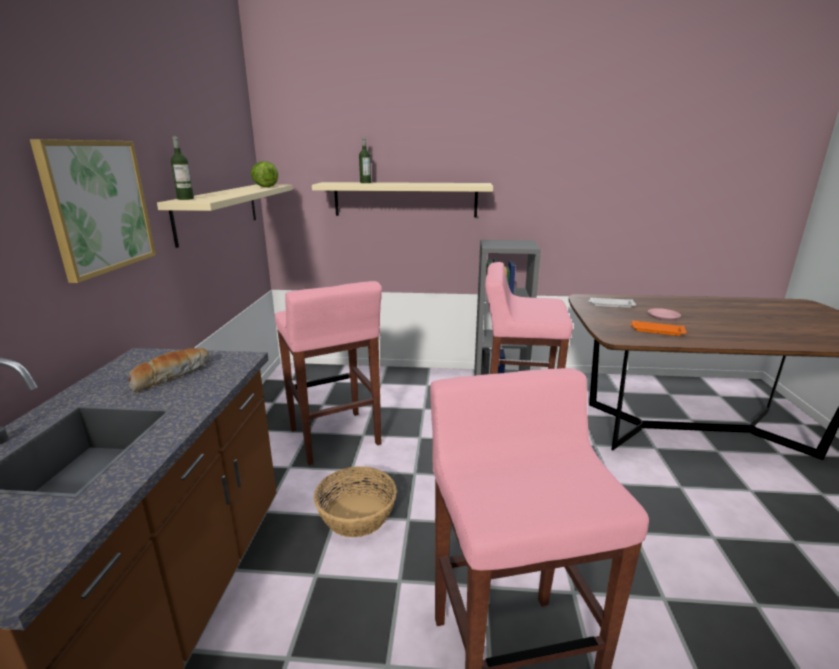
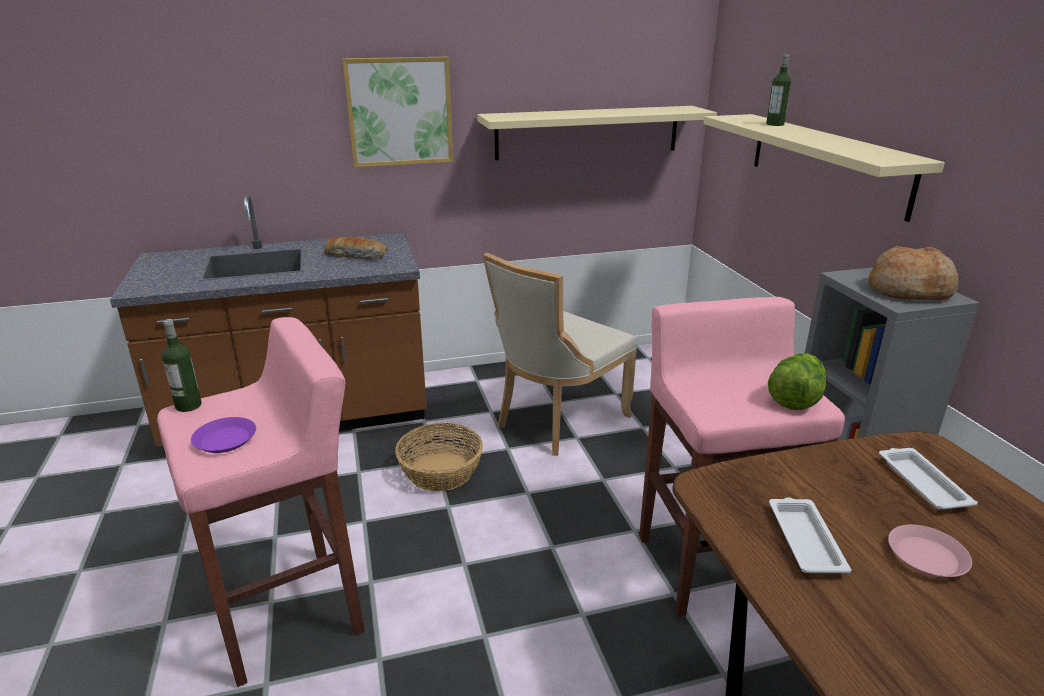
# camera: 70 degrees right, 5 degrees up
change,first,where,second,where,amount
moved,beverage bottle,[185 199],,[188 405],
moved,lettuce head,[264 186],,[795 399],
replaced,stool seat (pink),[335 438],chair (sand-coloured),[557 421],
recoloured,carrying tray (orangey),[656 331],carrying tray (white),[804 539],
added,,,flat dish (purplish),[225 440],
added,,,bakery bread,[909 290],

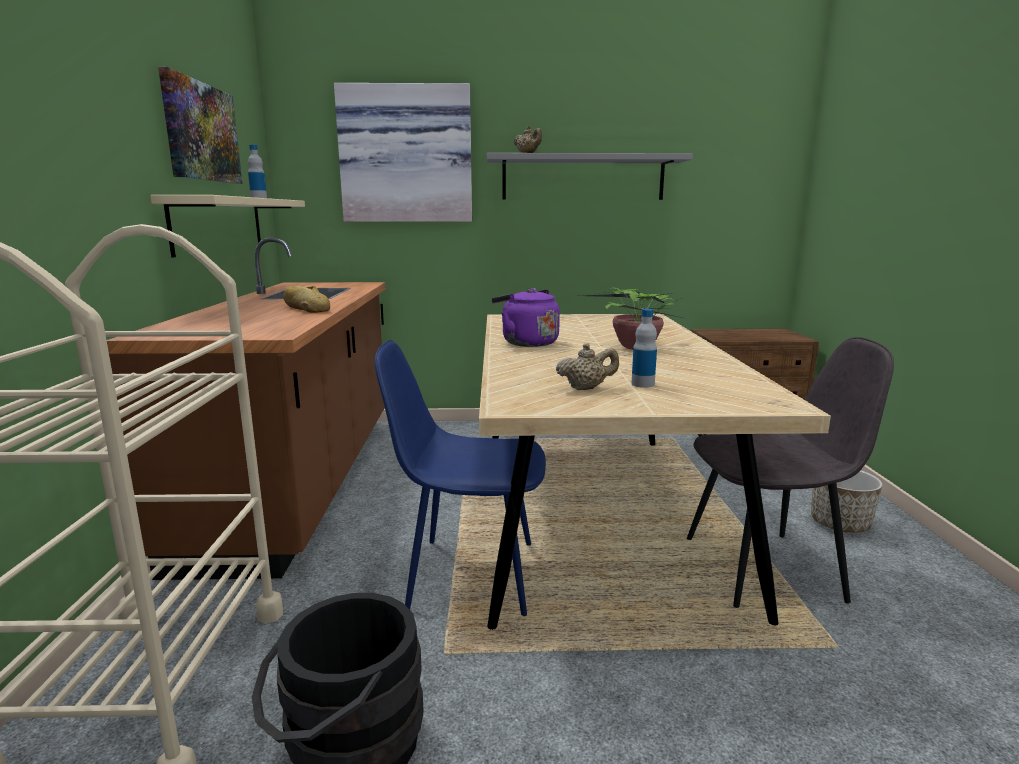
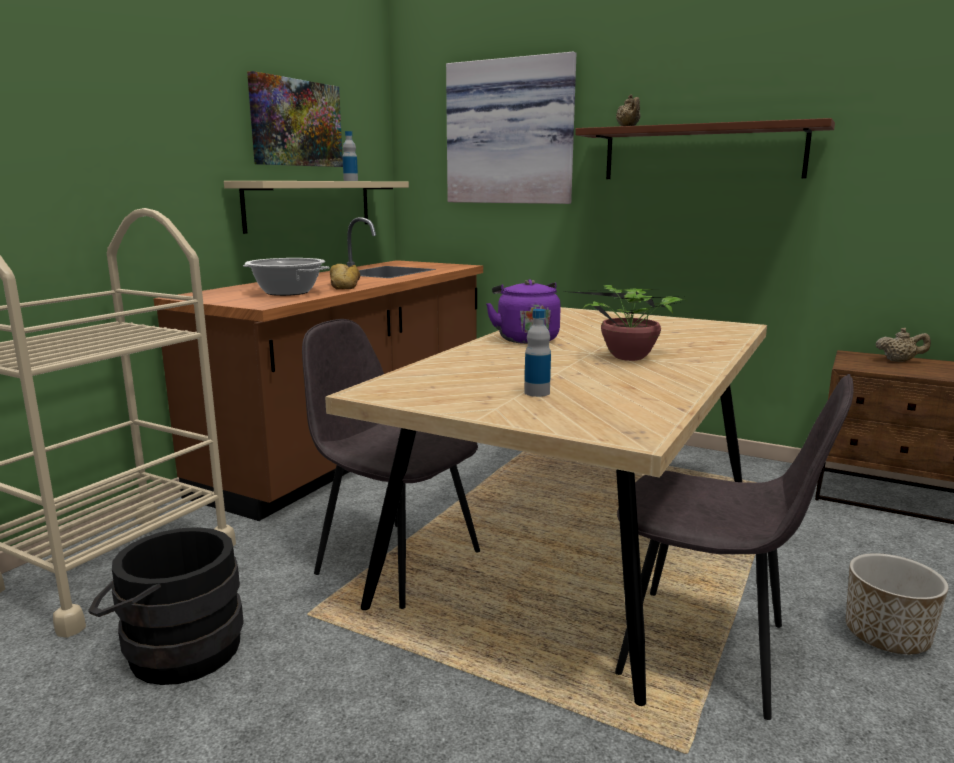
# camera: 30 degrees right, 0 degrees up
change,first,where,second,where,amount
recoloured,chair (bluish),[468 575],chair (gray),[395 561],
recoloured,shelf (gray),[583 178],shelf (brown),[702 153],
moved,pot for tea (sand-coloured),[586 388],,[899 361],
added,,,saucepot,[288 292],

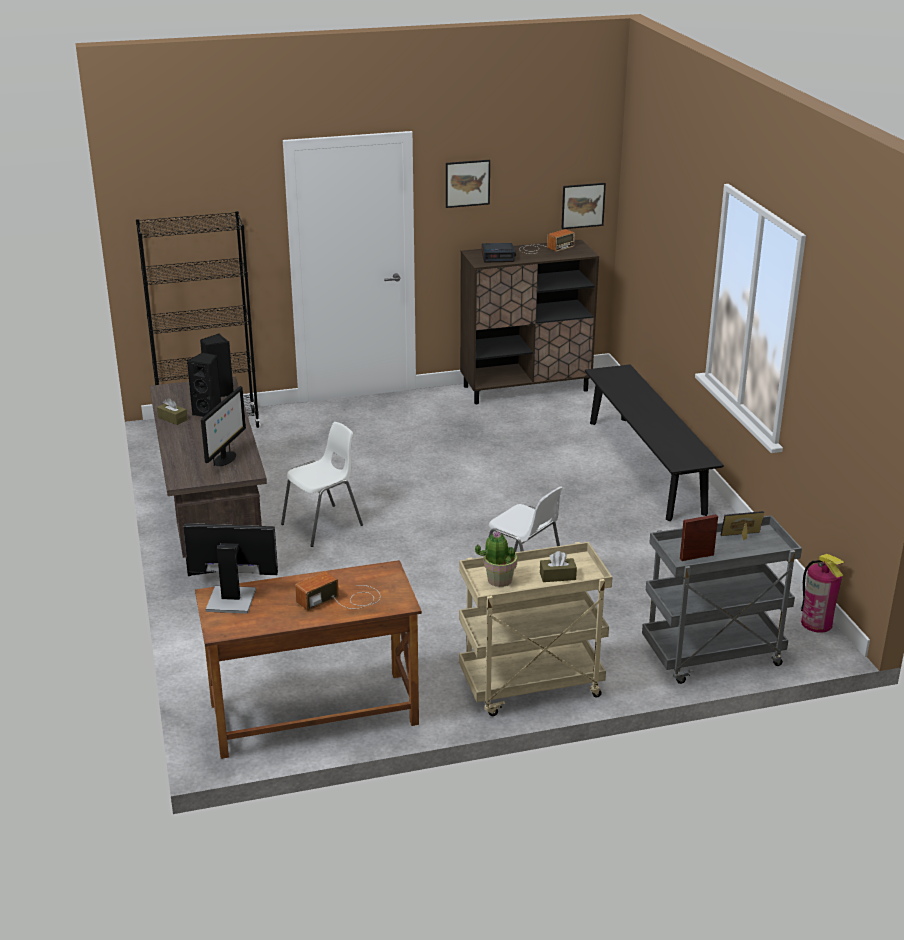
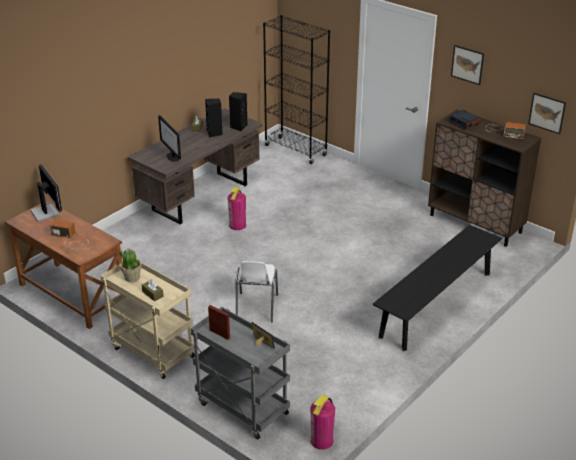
# camera: 55 degrees right, 5 degrees up
change,first,where,second,where,amount
turned,monitor,[225 459],,[172 157],75 degrees clockwise
replaced,chair (white),[323 525],fire-fighting cylinder,[237 225],

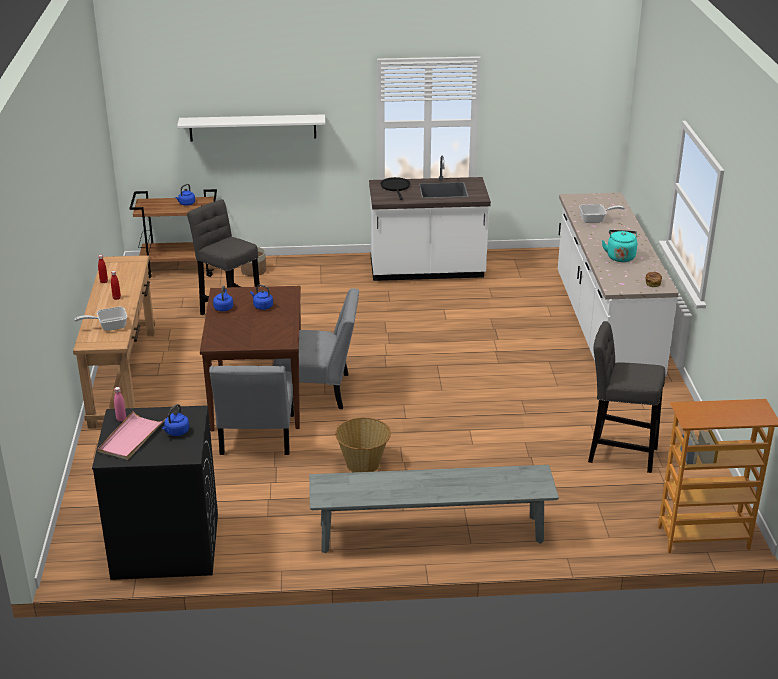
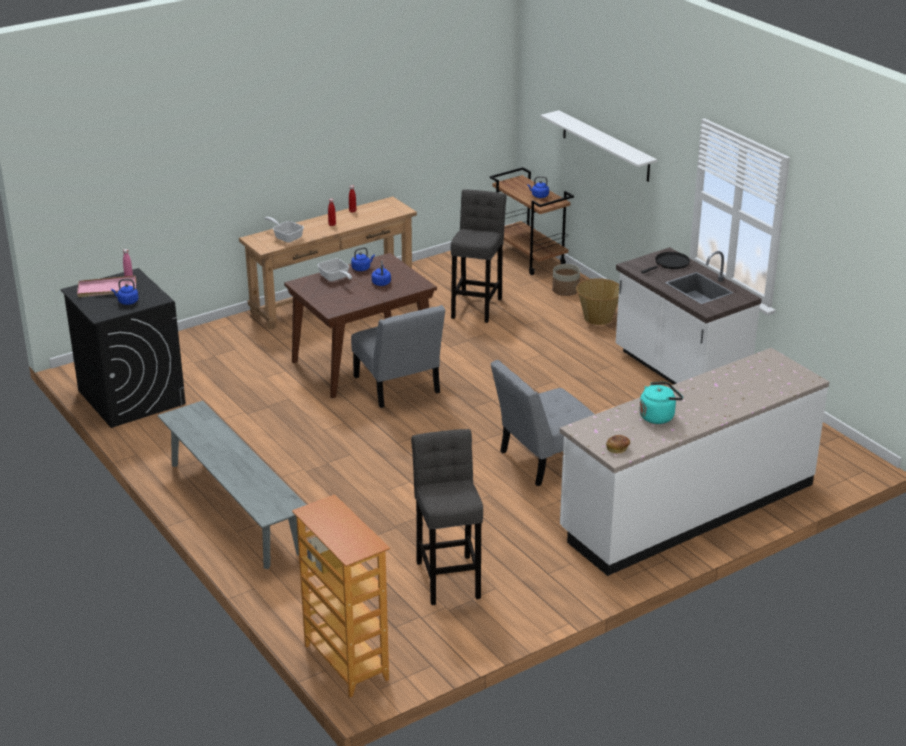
# camera: 60 degrees right, 0 degrees up
change,first,where,second,where,amount
moved,chair (gray),[256 438],,[543 460],
moved,storage basket,[363 464],,[598 318],
moved,pan,[595 220],,[335 278],

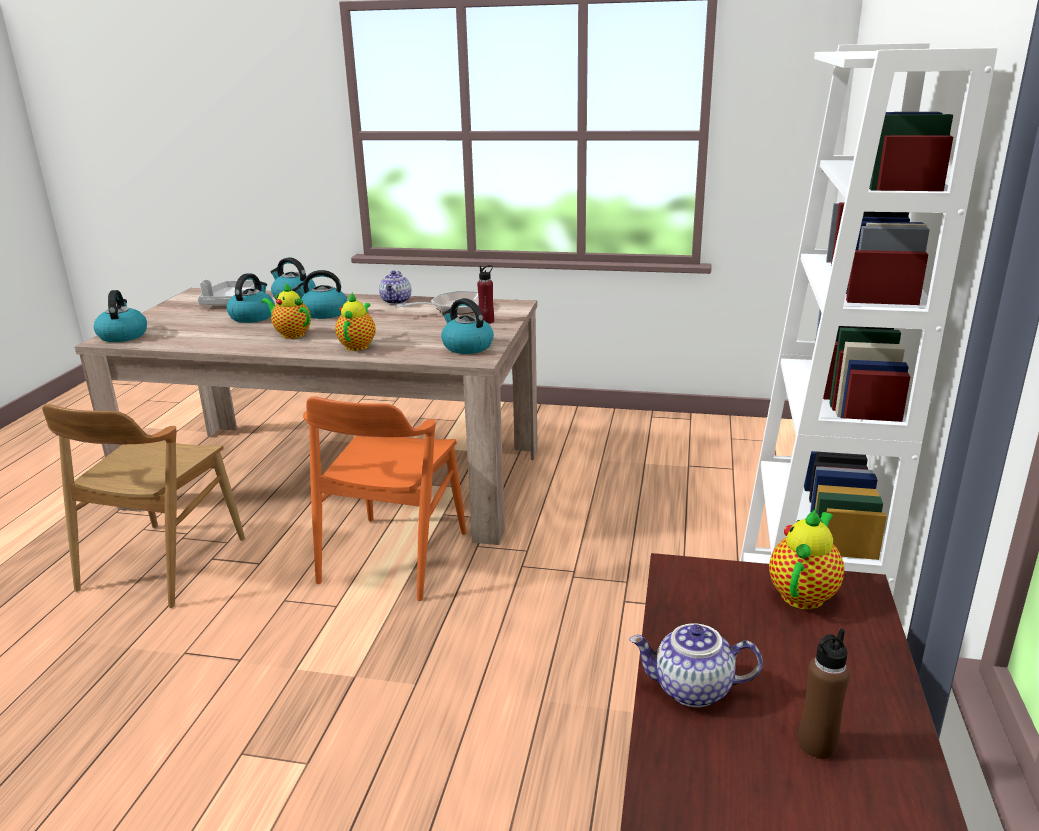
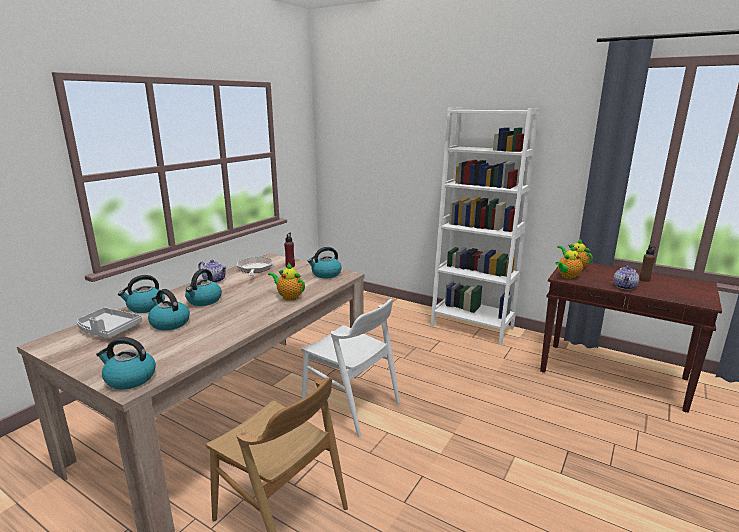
# camera: 70 degrees left, 5 degrees down
change,first,where,second,where,amount
moved,pot for tea,[291 334],,[567 276],
recoloured,chair (orangey),[393 557],chair (white),[351 405],

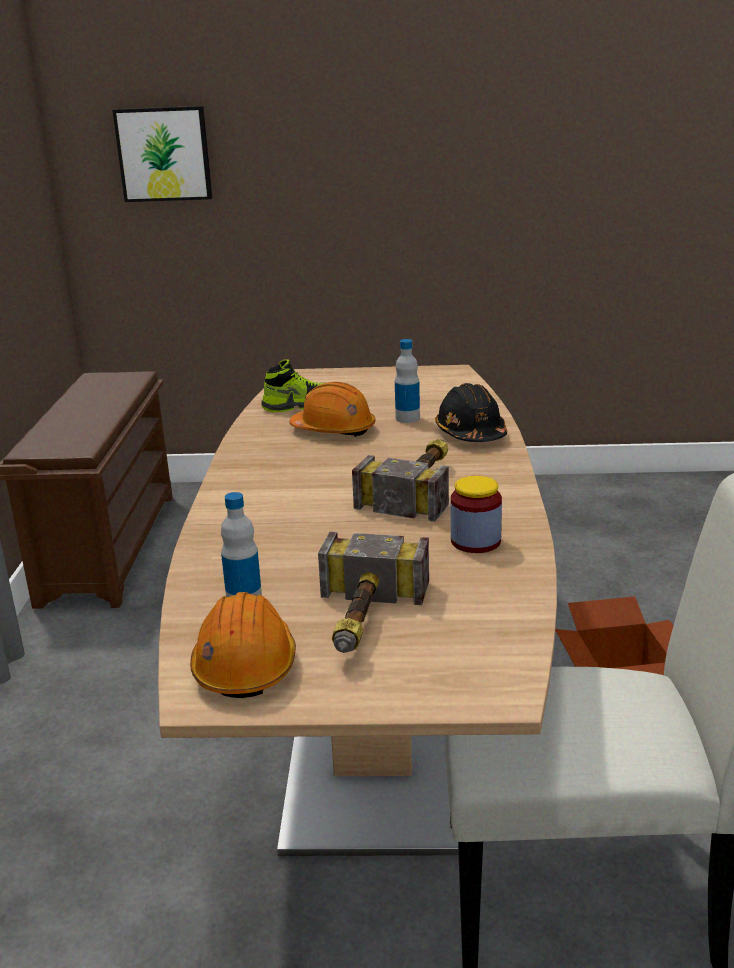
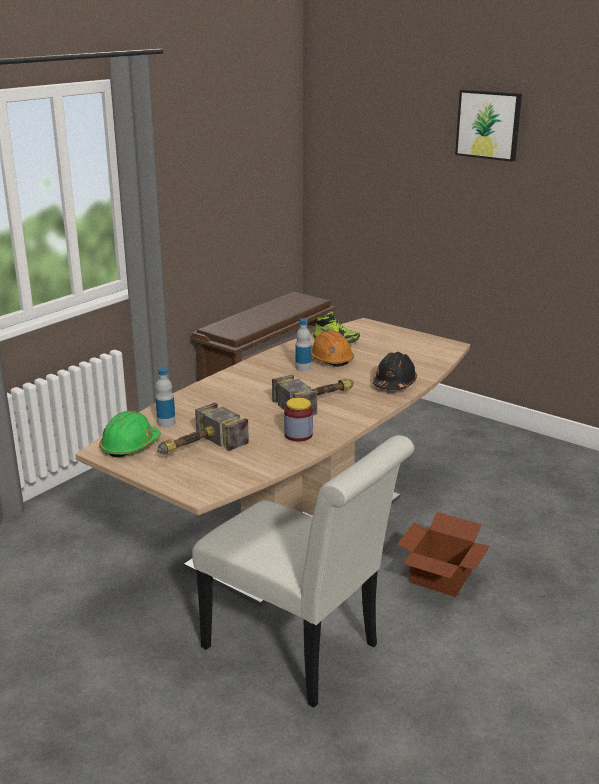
# camera: 35 degrees right, 0 degrees up
change,first,where,second,where,amount
moved,picture,[164 154],,[489 124],
recoloured,safety helmet (orangey),[245 666],safety helmet (green),[130 446],
moved,beverage bottle,[407 418],,[303 368],

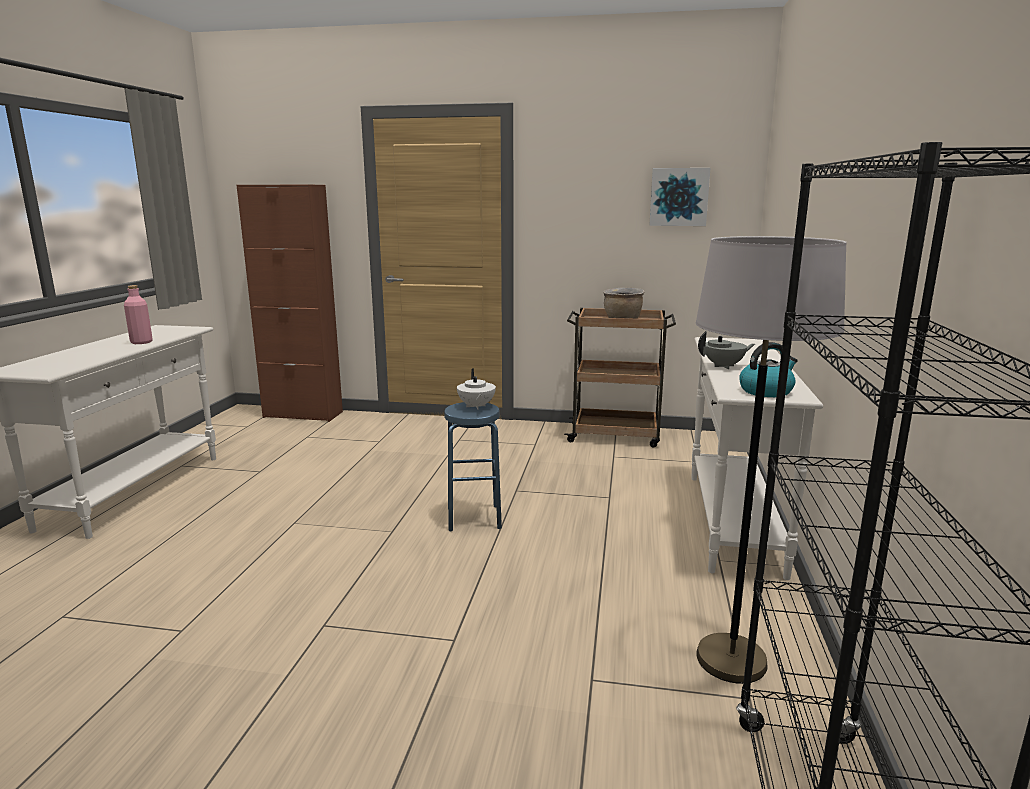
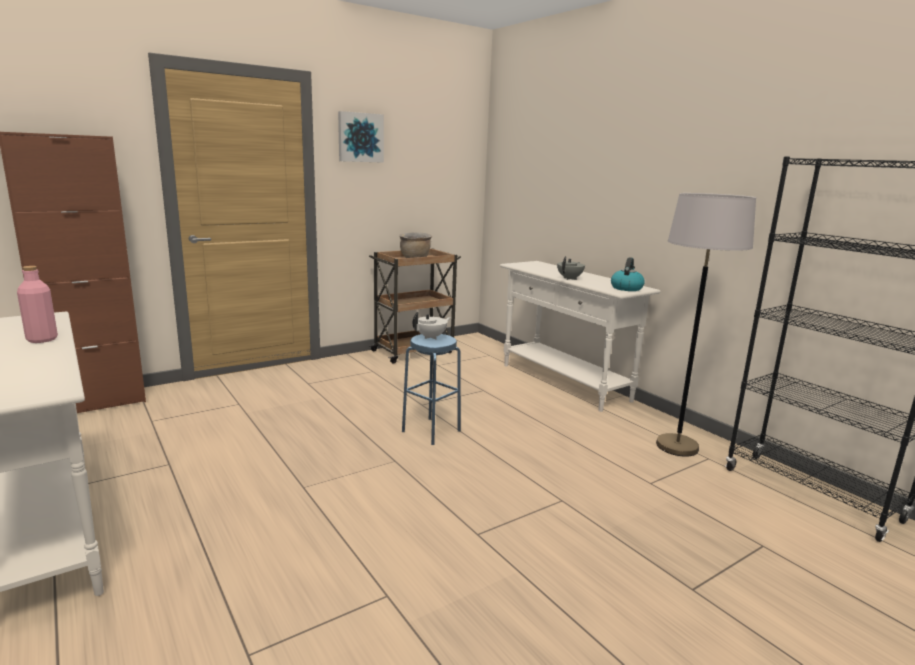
# camera: 45 degrees left, 0 degrees up
change,first,where,second,where,amount
turned,pot for tea (white),[476 406],,[431 337],75 degrees counterclockwise
moved,picture,[679 197],,[360 137],

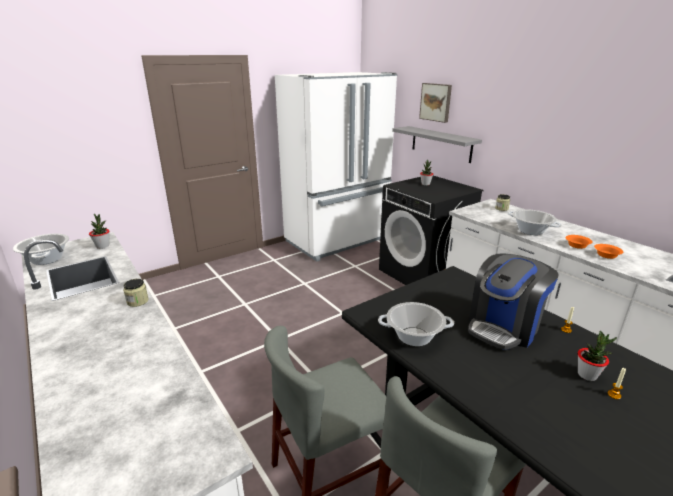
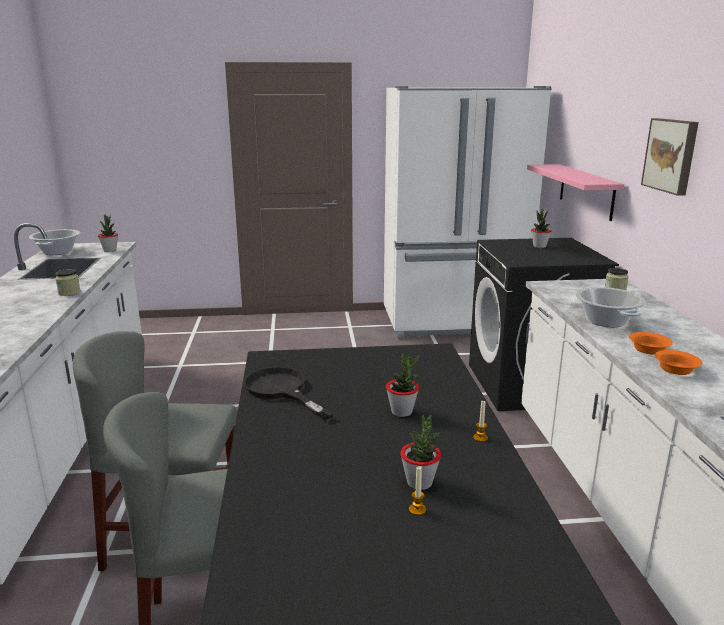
# camera: 30 degrees right, 5 degrees down
change,first,where,second,where,amount
replaced,saucepot,[414 337],pan (black-coloured),[281 390],
recoloured,shelf (gray),[441 144],shelf (pink),[586 191],
moved,picture,[436 102],,[671 155],
replaced,coffee maker,[504 327],potted plant,[402 411],

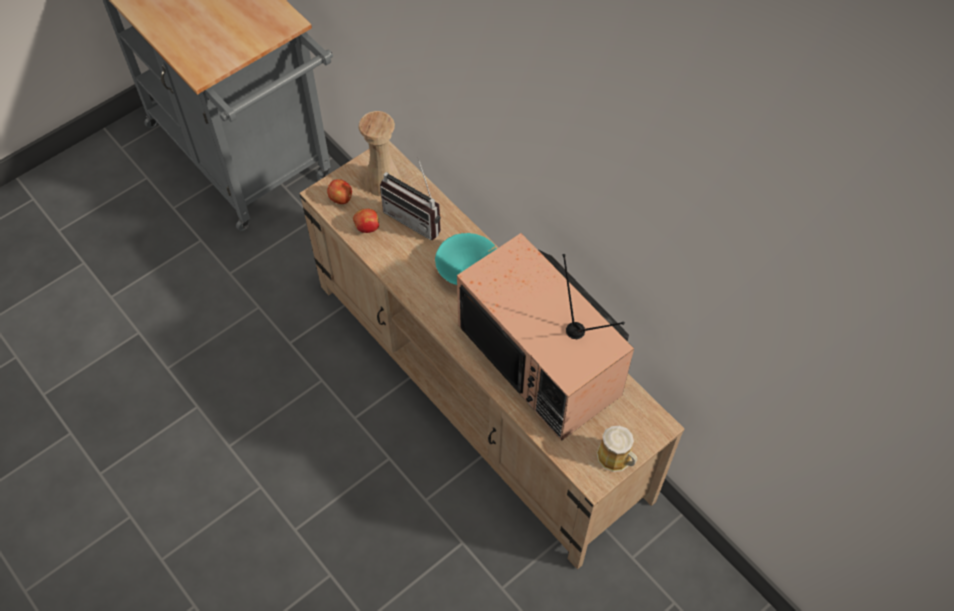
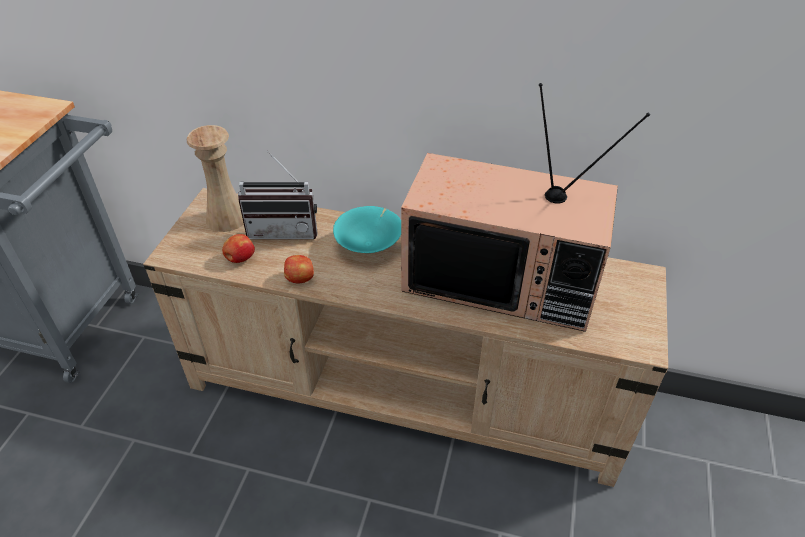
# camera: 35 degrees left, 15 degrees down
change,first,where,second,where,amount
moved,apple fruit,[341 199],,[300 279],
removed,tea mug,[616 457],,,

